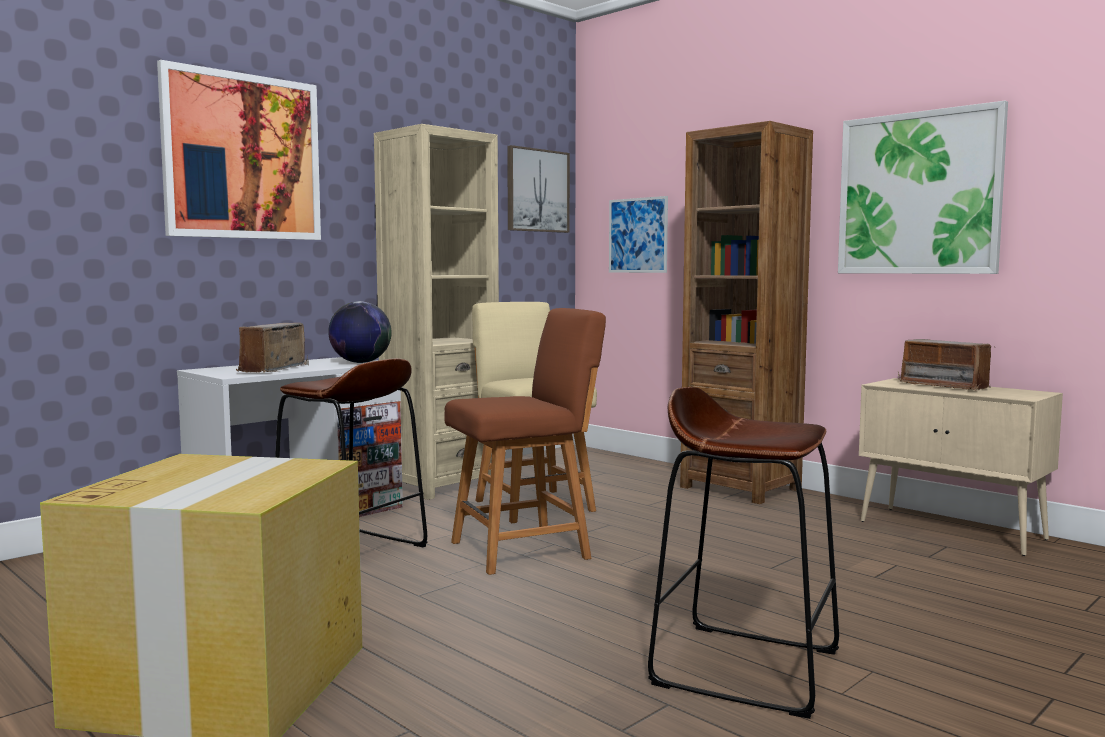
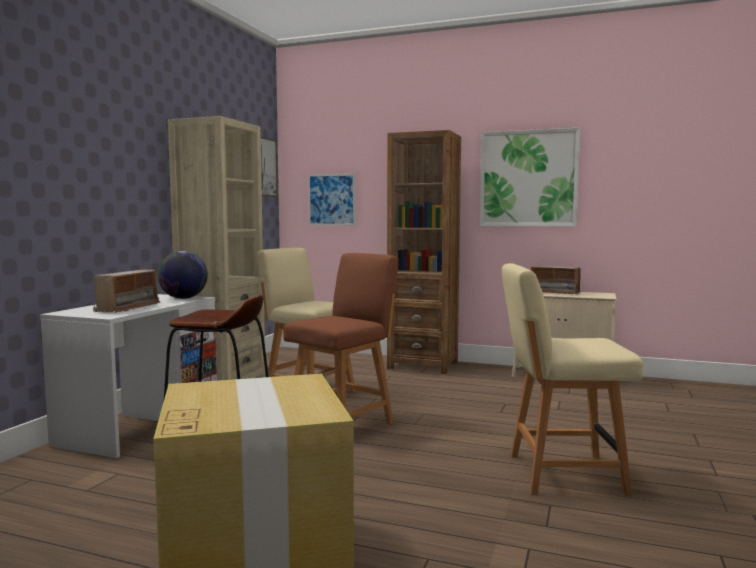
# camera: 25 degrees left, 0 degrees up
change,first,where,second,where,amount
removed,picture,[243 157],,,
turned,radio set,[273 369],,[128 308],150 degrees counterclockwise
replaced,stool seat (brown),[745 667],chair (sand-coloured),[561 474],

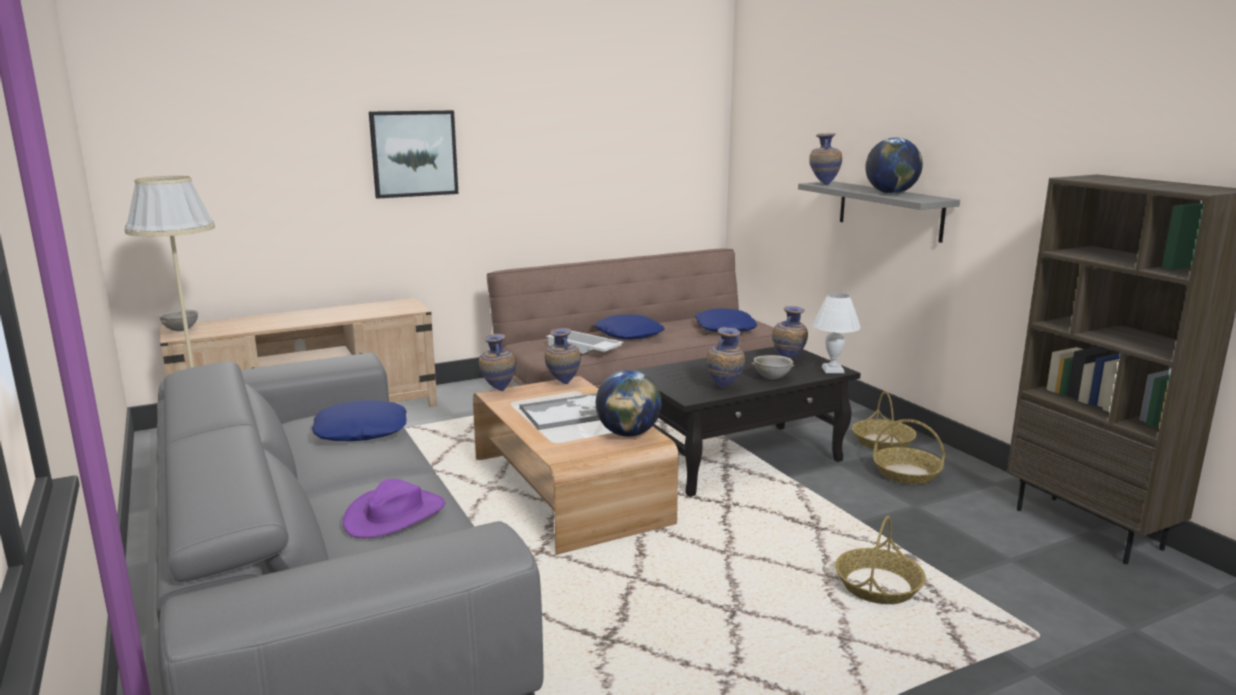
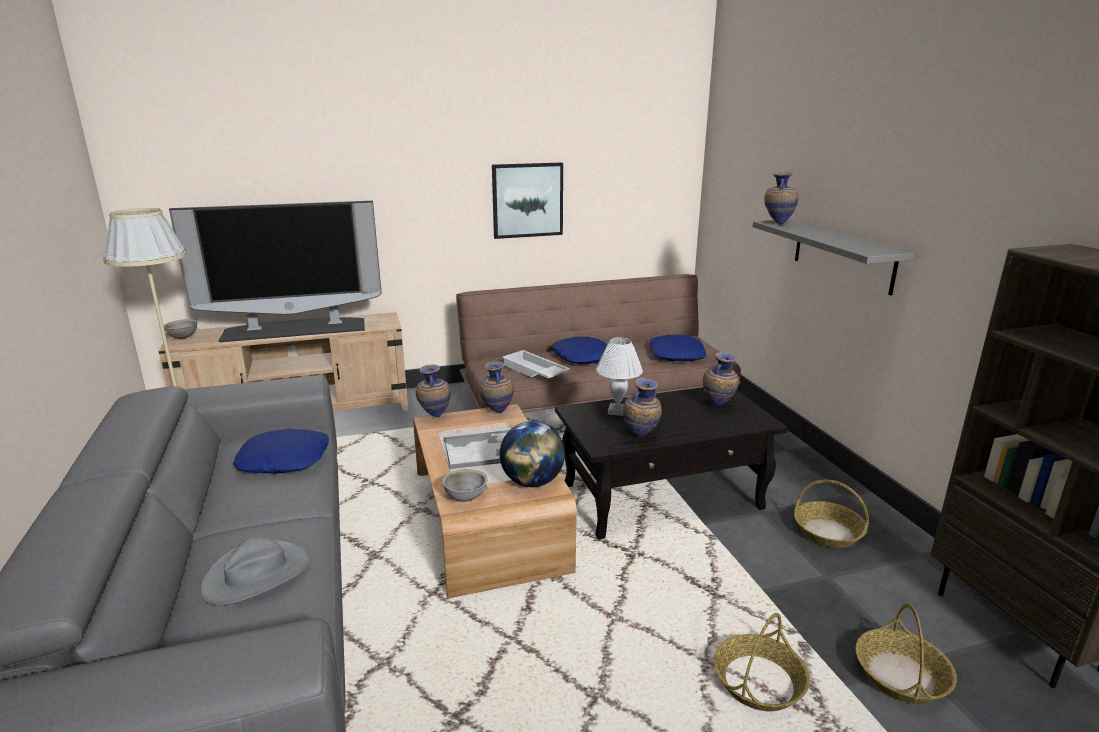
# camera: 10 degrees right, 5 degrees up
change,first,where,second,where,amount
recoloured,wearable hat (purplish),[395 515],wearable hat (gray),[257 574],
moved,picture,[414 153],,[527 200],
moved,serving bowl (gray),[771 378],,[465 498],
moved,tabletop lamp (white),[833 370],,[618 411],
moved,storage basket,[883 442],,[901 676],
removed,globe,[891 193],,,
added,,,TV set,[295 329],

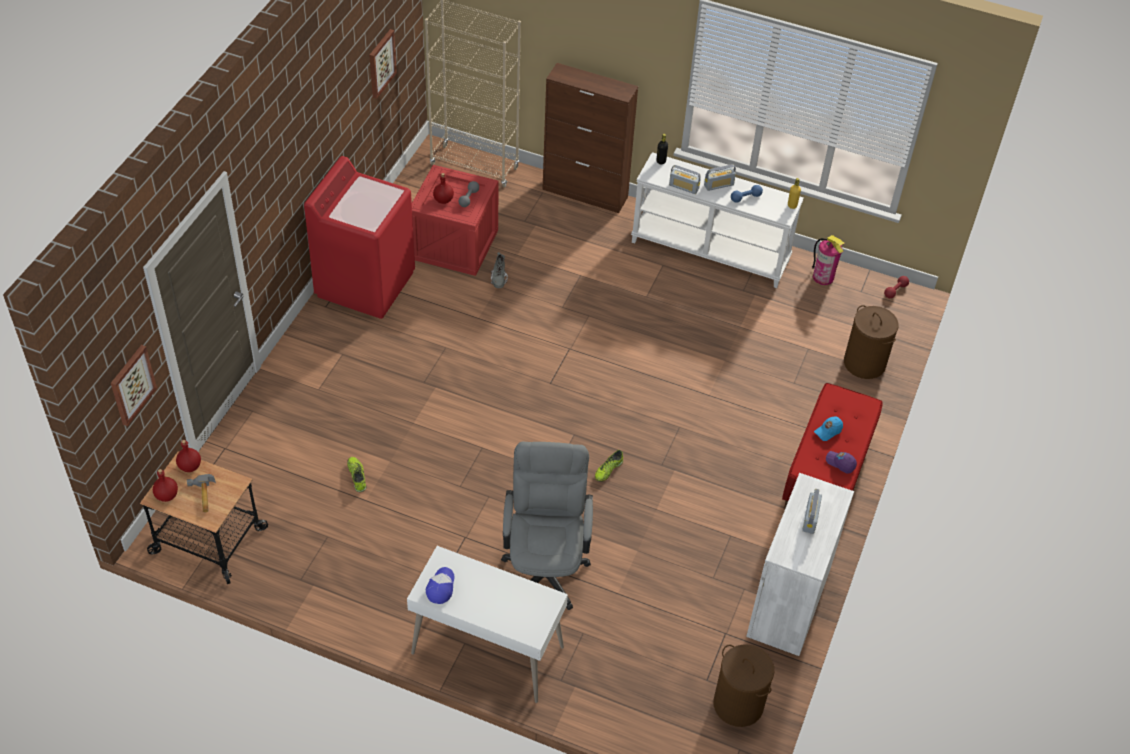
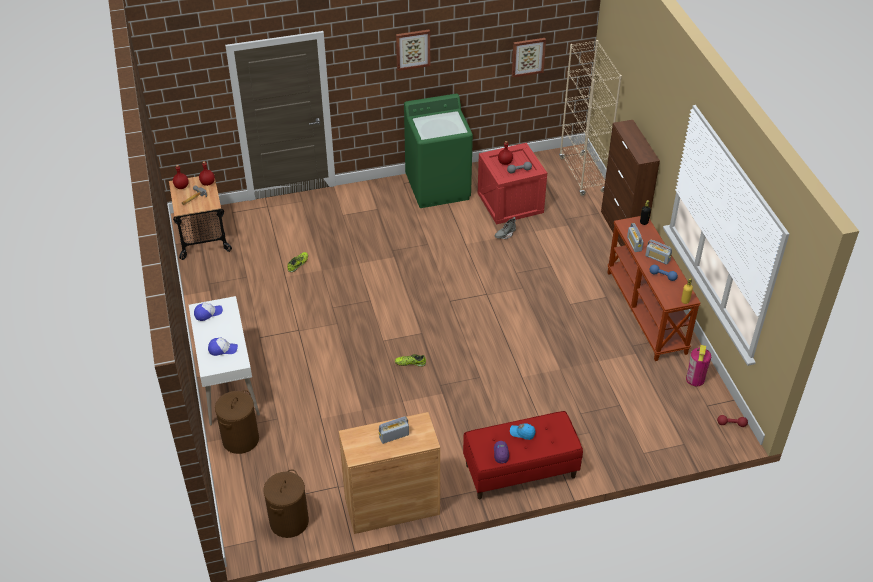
# camera: 55 degrees right, 5 degrees down
change,first,where,second,where,amount
moved,picture,[132 384],,[413 49],
recoloured,washing machine (reddish),[365 283],washing machine (green),[438 187],
removed,computer chair (gray),[546 565],,,
recoloured,narrow table (white),[710 251],narrow table (brown),[647 312],
recoloured,storage cabinet (white),[788 602],storage cabinet (brown),[392 506],
moved,washing basket (brown),[864 363],,[240 440],
added,,,cap,[222 349],

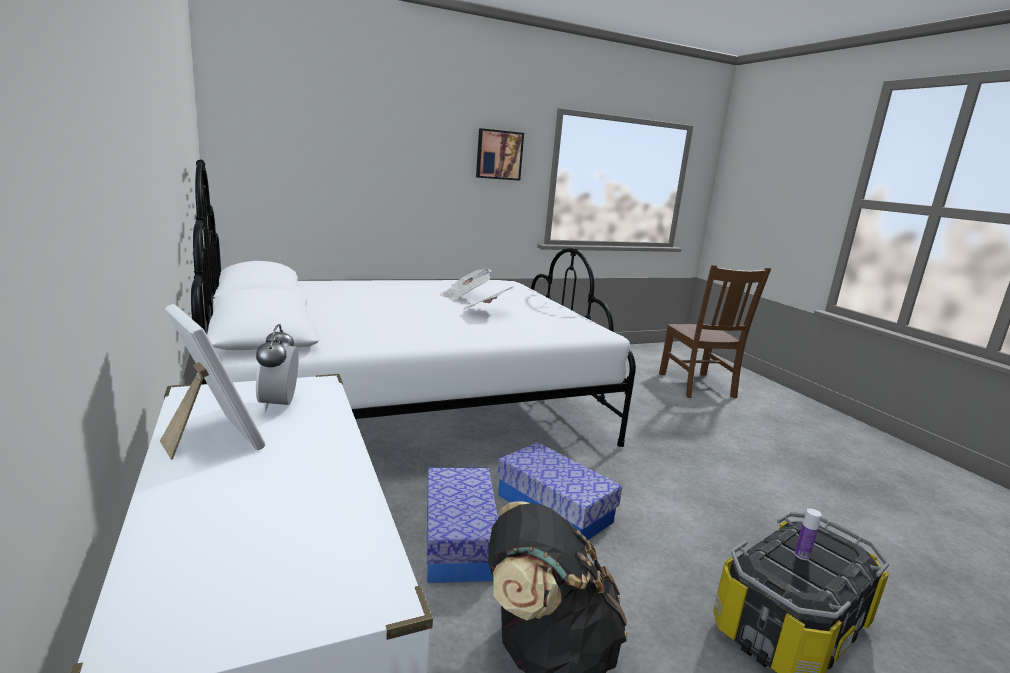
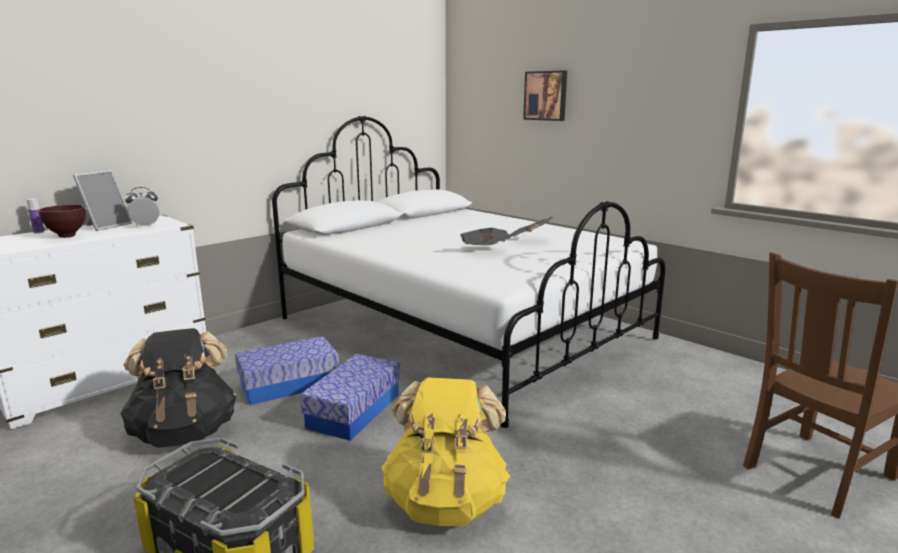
# camera: 70 degrees right, 0 degrees up
change,first,where,second,where,amount
moved,picture,[499 155],,[546 95],
moved,beverage bottle,[801 555],,[39 232],
added,,,serving bowl (brown),[68 236],
added,,,backpack (yellowish),[446 502],

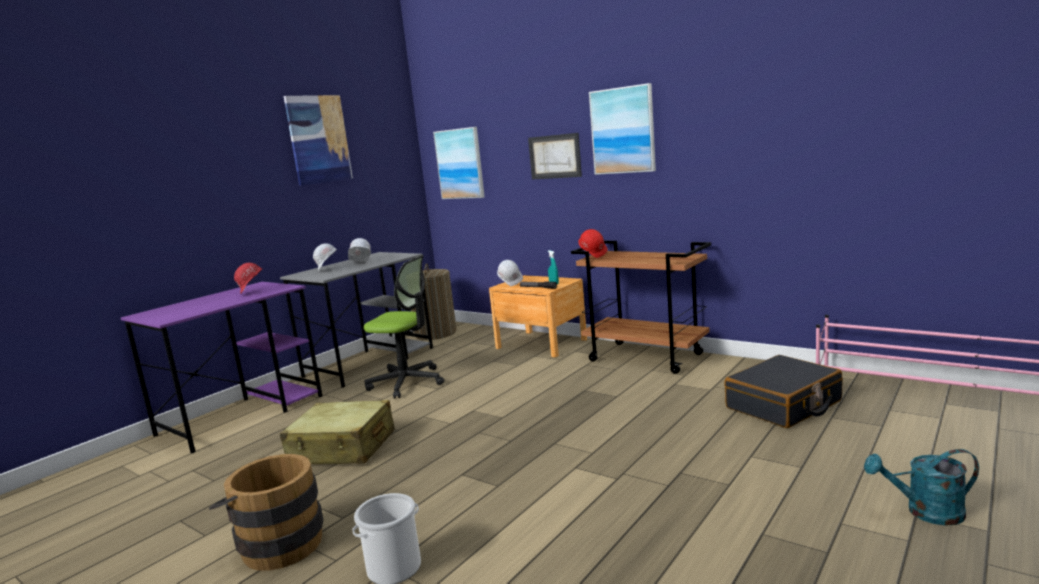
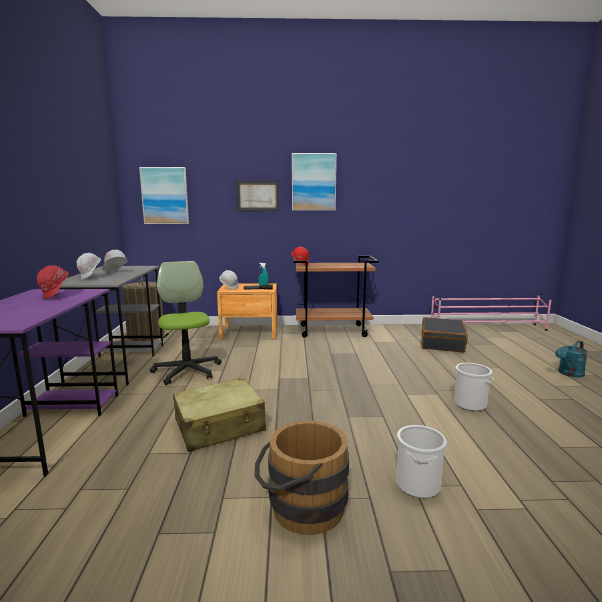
# camera: 40 degrees left, 0 degrees up
change,first,where,second,where,amount
removed,picture,[318 139],,,
turned,computer chair,[407 382],,[187 371],90 degrees counterclockwise
added,,,water bucket,[470 404],

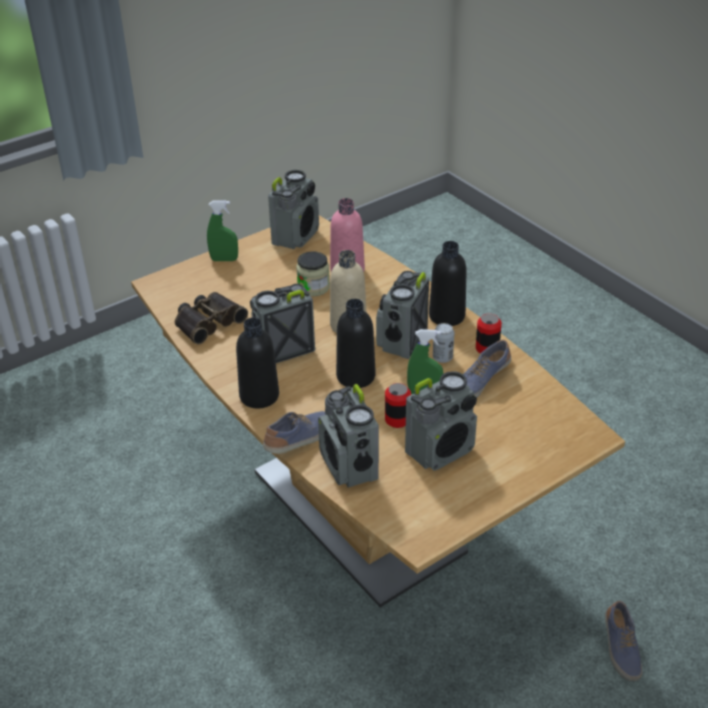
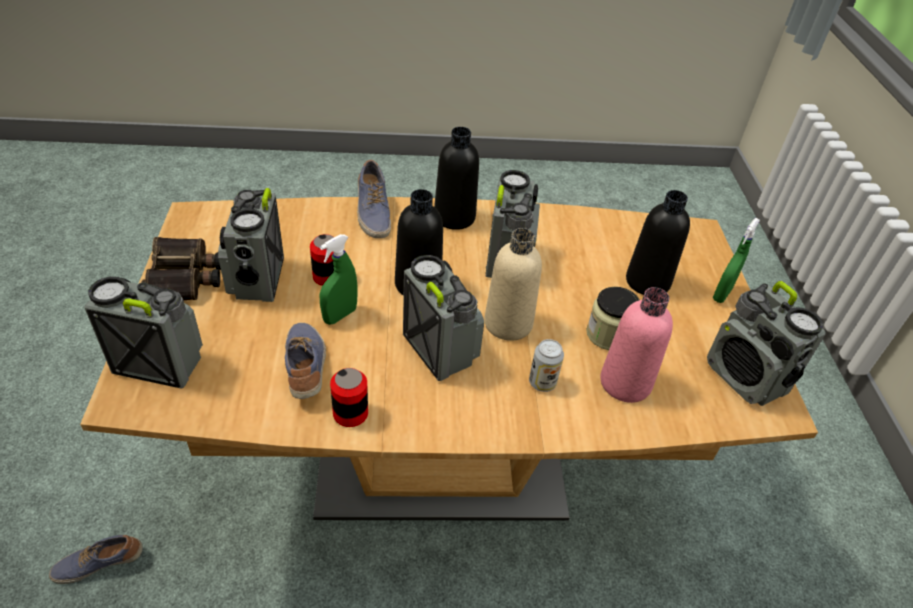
# camera: 120 degrees right, 5 degrees up
change,first,where,second,where,amount
moved,field glasses,[208 322],,[185 277],
moved,radio set,[349 466],,[158 363],
moved,beverage bottle (black-coloured),[446 316],,[647 282],
moved,metal can,[442 358],,[542 382],
turned,low shoe,[620 648],,[99 563],45 degrees counterclockwise

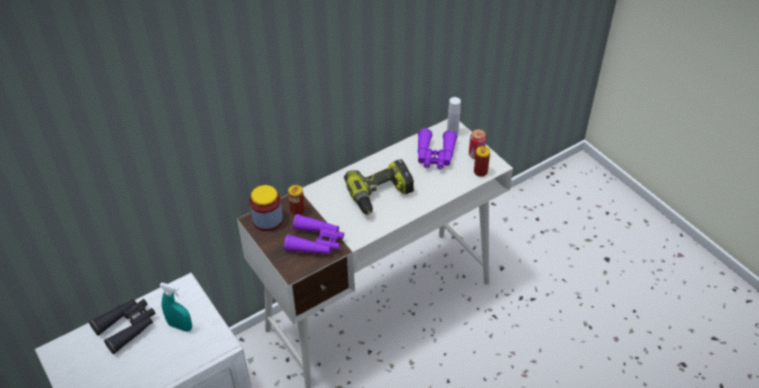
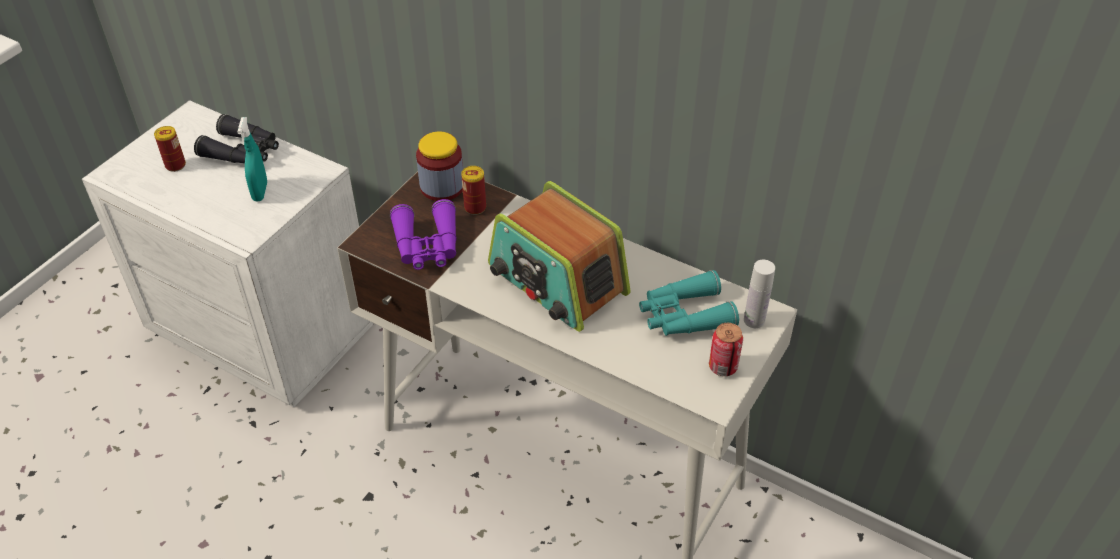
# camera: 65 degrees right, 0 degrees up
change,first,where,second,where,amount
replaced,power drill,[380 195],radio set,[557 281],
recoloured,field glasses (purplish),[435 155],field glasses (turquoise-coloured),[684 315],
moved,metal can,[480 172],,[175 165],

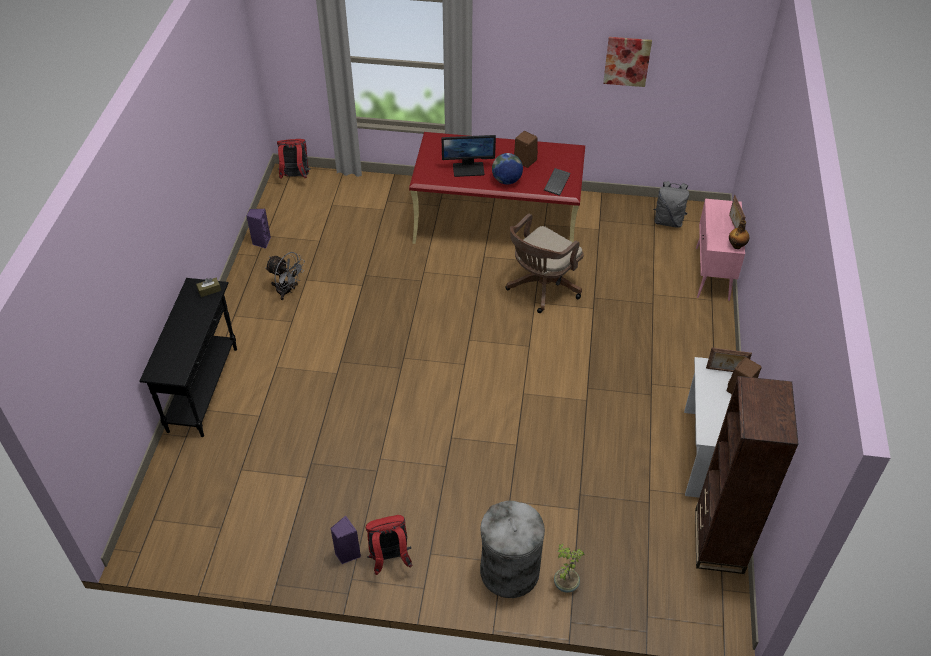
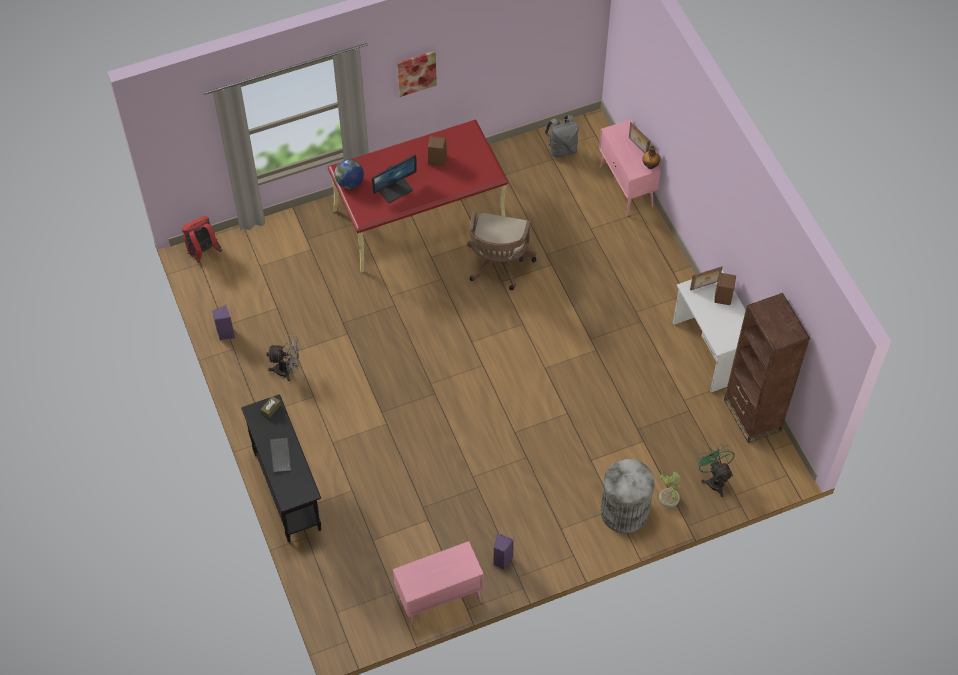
# camera: 30 degrees left, 10 degrees up
change,first,where,second,where,amount
removed,backpack (reddish),[389 559],,,
moved,globe,[506 180],,[350 183],
moved,keyboard,[556 182],,[279 455],
moved,picture,[627 61],,[416 73],
added,,,storage cabinet (pink),[438 601],
added,,,cooling fan (green),[714 480],

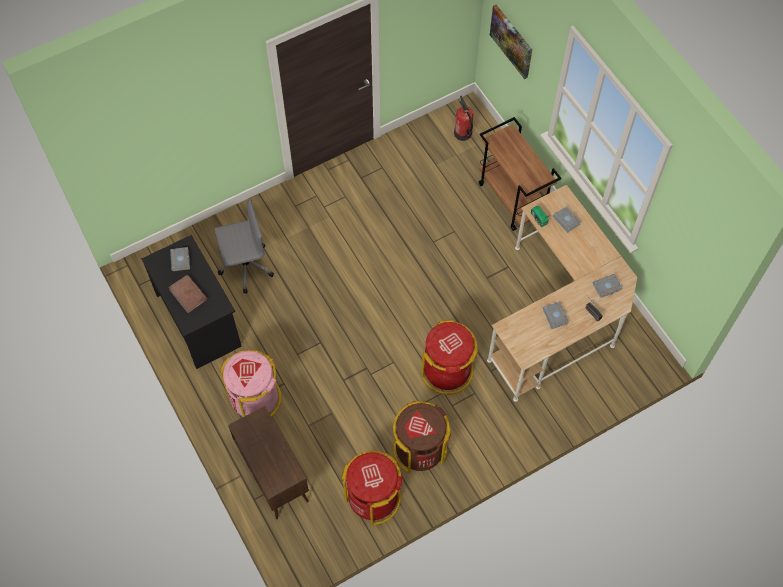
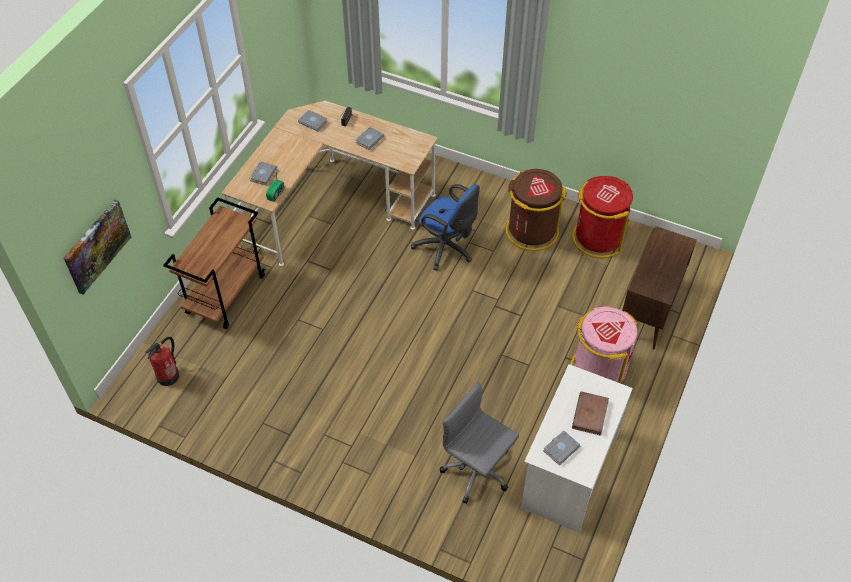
# camera: 125 degrees left, 10 degrees down
change,first,where,second,where,amount
recoloured,desk (black-coloured),[199 319],desk (white),[568 471],
replaced,trash can (reddish),[447 371],computer chair (bluish),[446 249],

